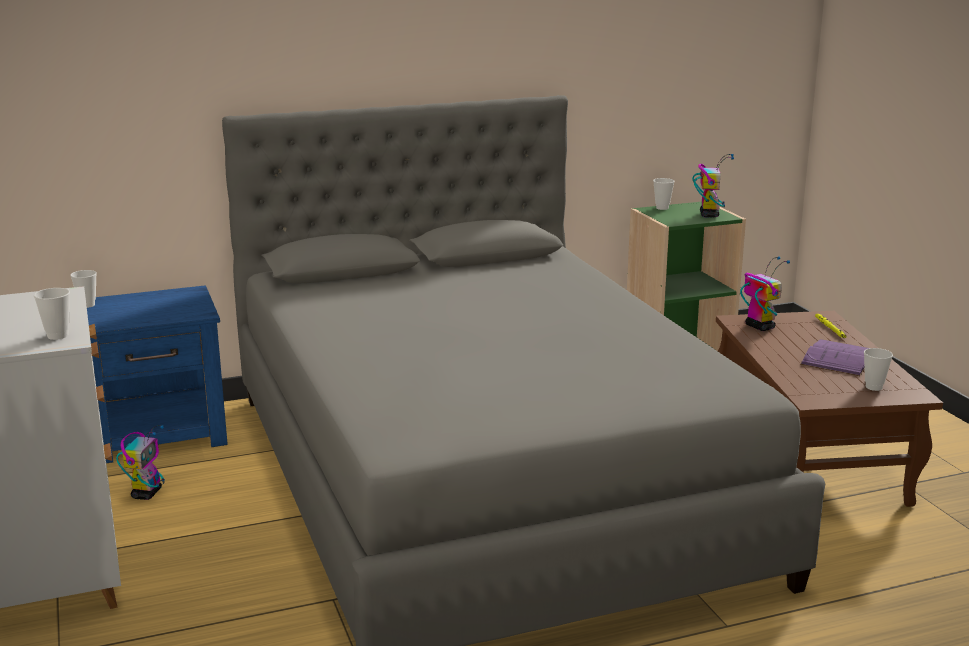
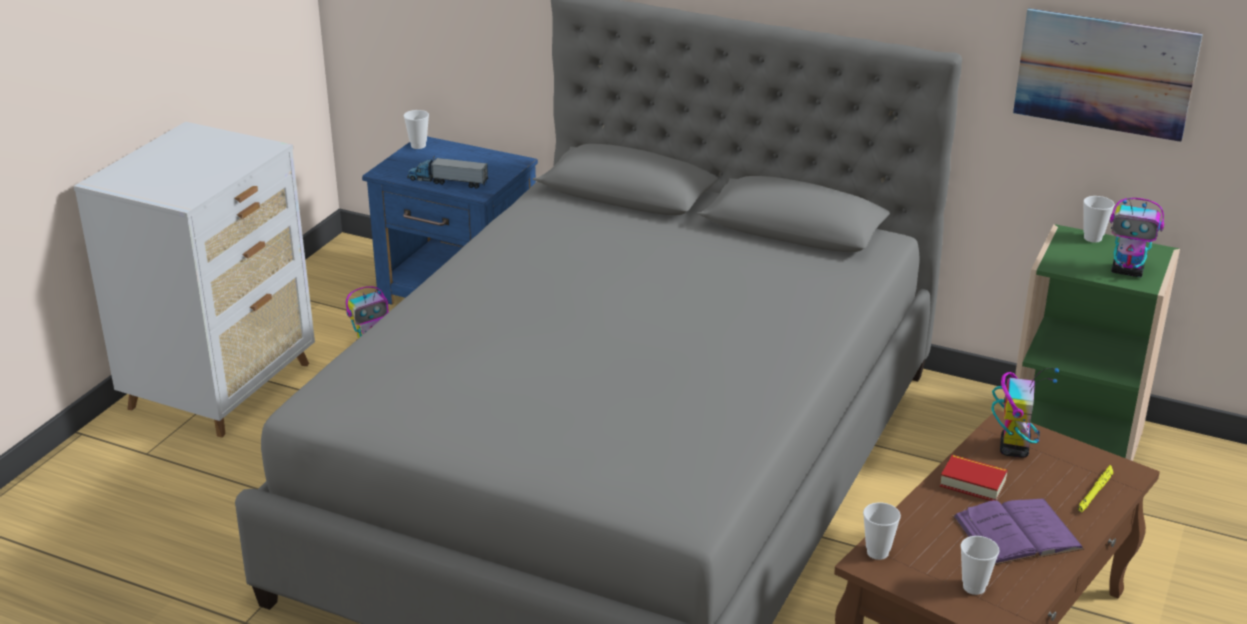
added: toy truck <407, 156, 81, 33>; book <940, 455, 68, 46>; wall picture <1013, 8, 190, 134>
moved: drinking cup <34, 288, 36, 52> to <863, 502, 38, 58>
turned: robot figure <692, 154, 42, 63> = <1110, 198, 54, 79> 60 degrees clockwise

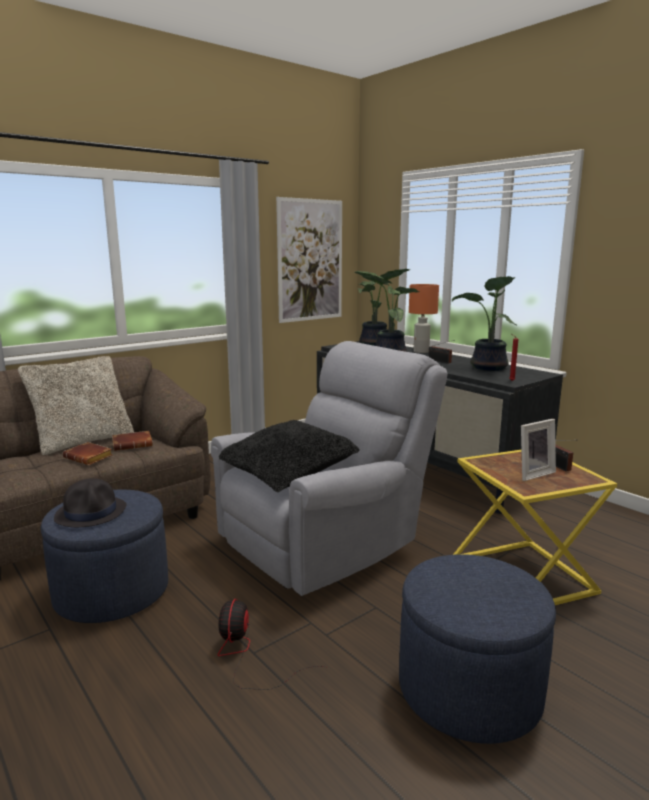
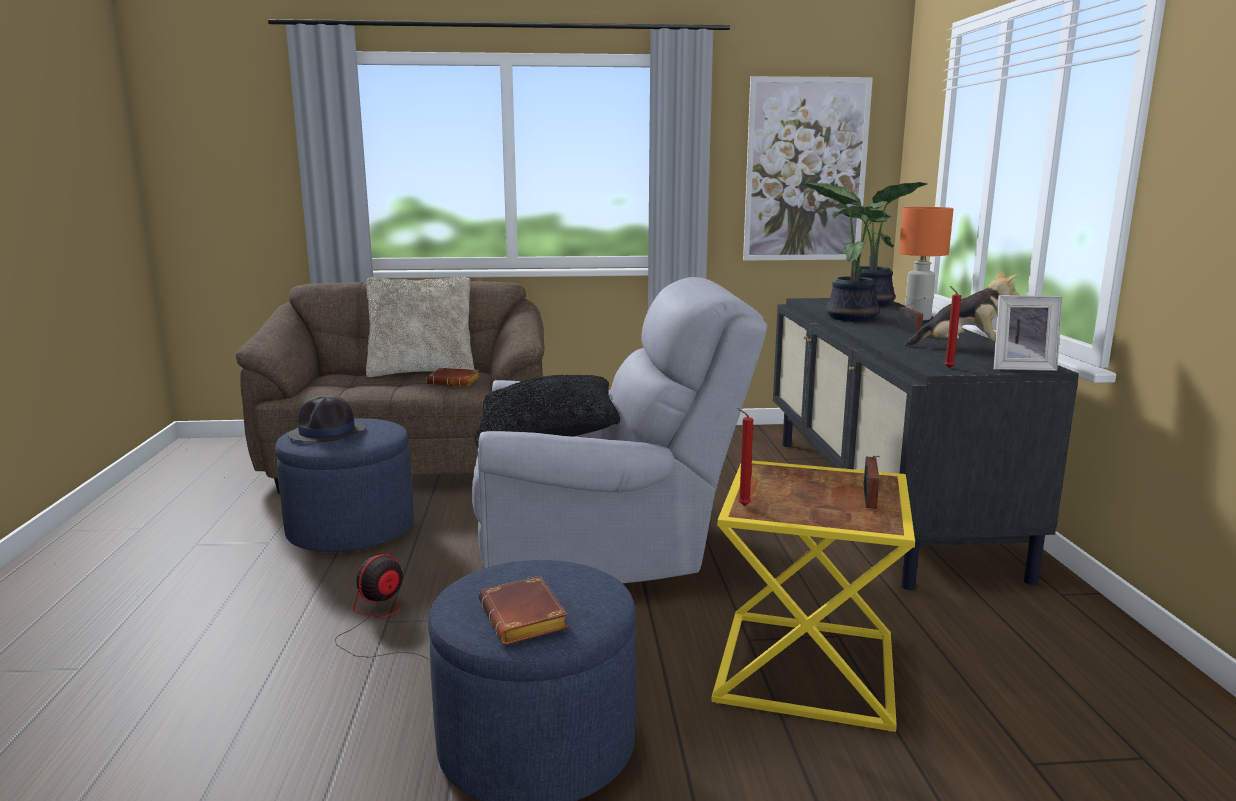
added: red-coloured wax light <737, 408, 16, 98>
moved: brownish book <63, 442, 50, 23> to <479, 576, 89, 69>; standing frame <521, 419, 35, 62> to <994, 295, 69, 76>
replaced: houseplant <452, 276, 65, 95> to cuddly toy <904, 269, 116, 77>

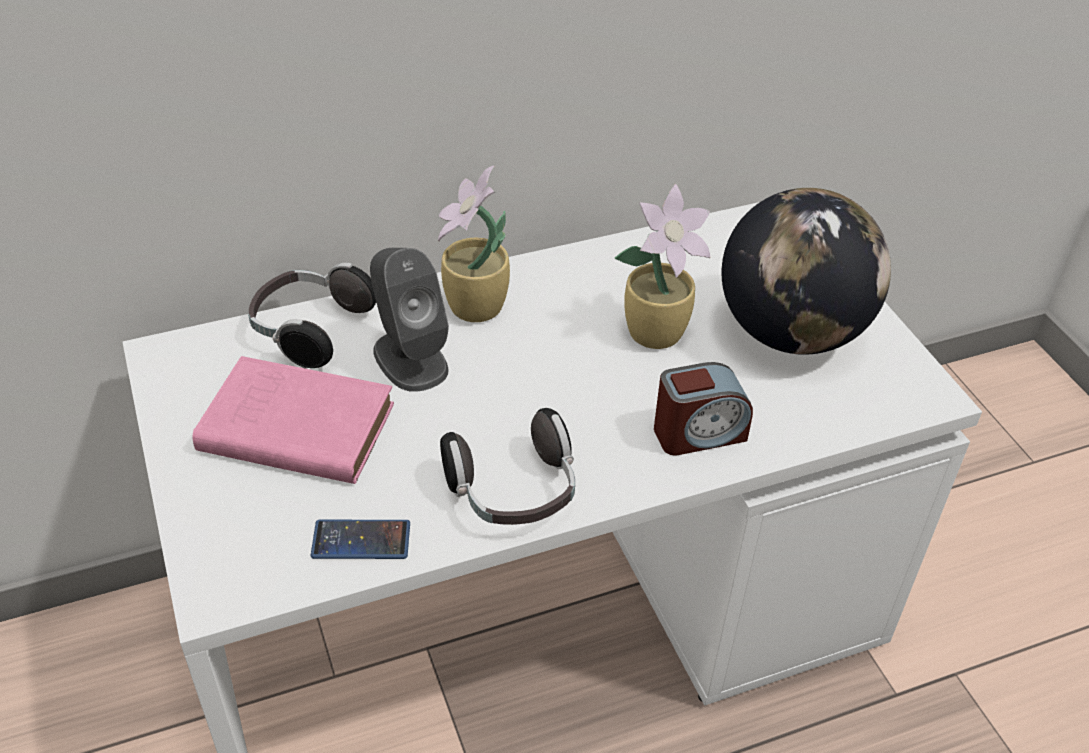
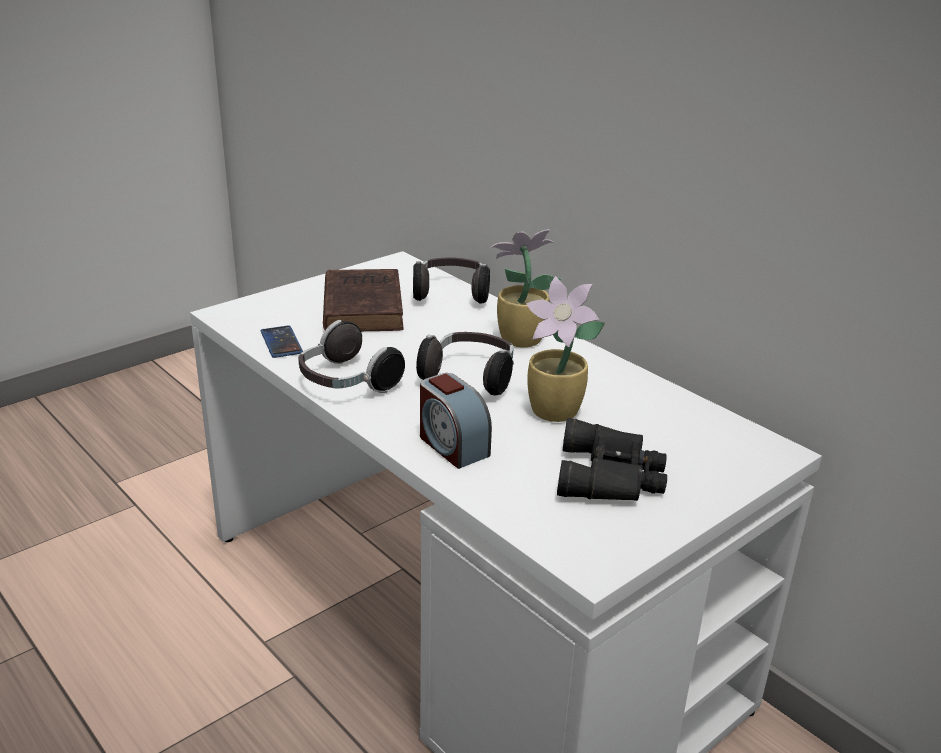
removed: grey loudspeaker <370, 248, 79, 144>
added: headset <416, 332, 98, 63>
replaced: desk globe <722, 188, 169, 167> to blackish field glasses <557, 418, 110, 83>
recoloured: pink book <193, 356, 201, 128> to brownish book <323, 269, 81, 62>

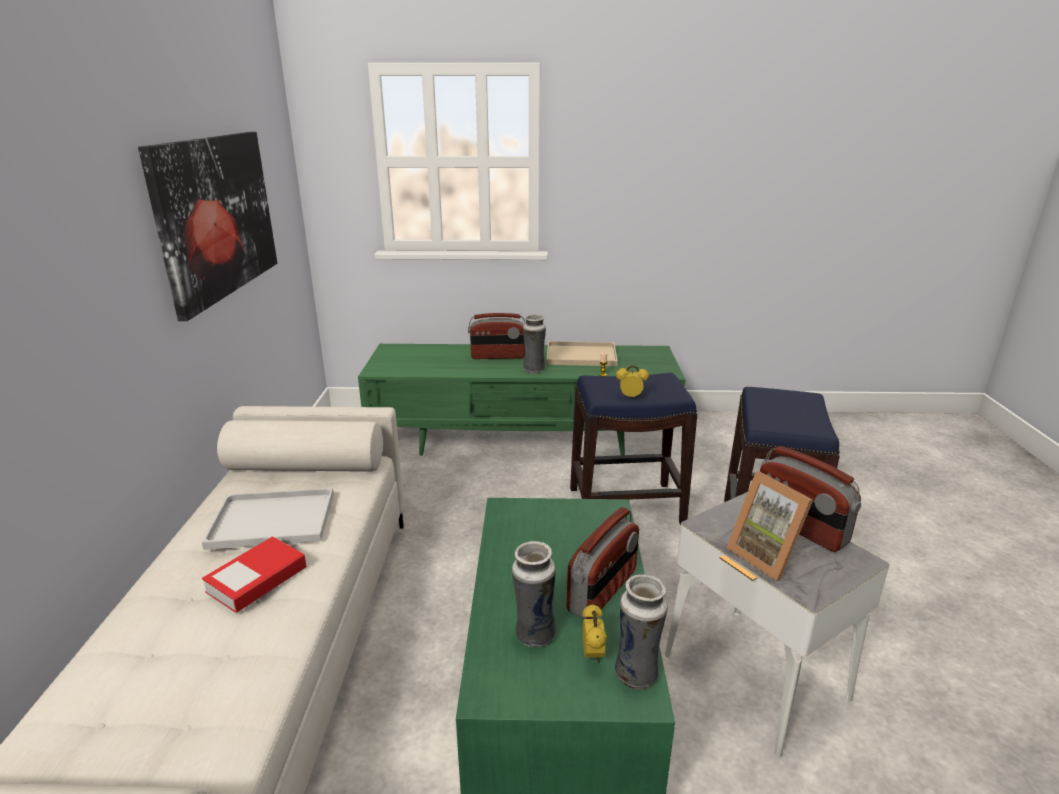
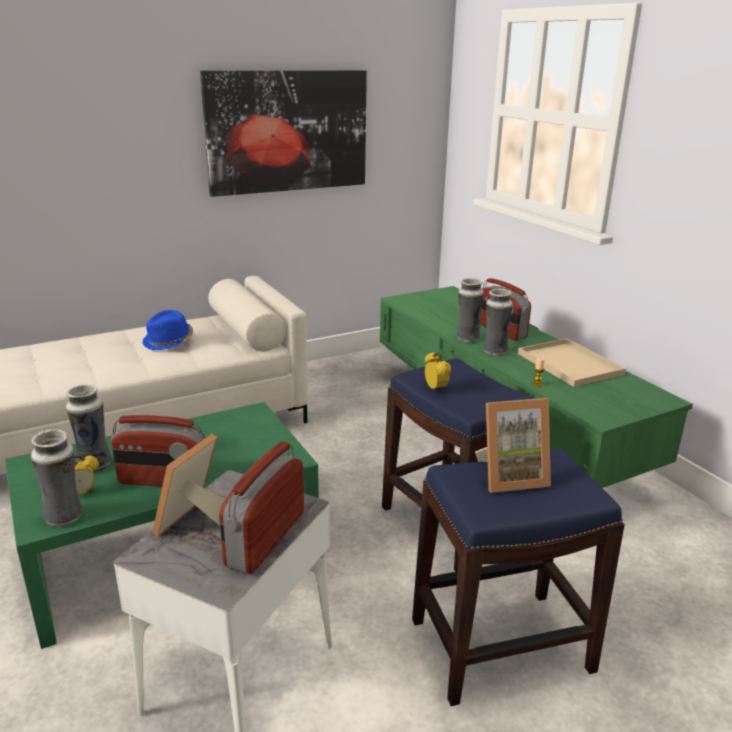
removed: book <202, 536, 105, 77>
added: vase <457, 278, 27, 64>; standing frame <475, 398, 76, 95>
replaced: white-coloured serving tray <202, 488, 132, 62> to bluish clothing hat <142, 310, 51, 41>

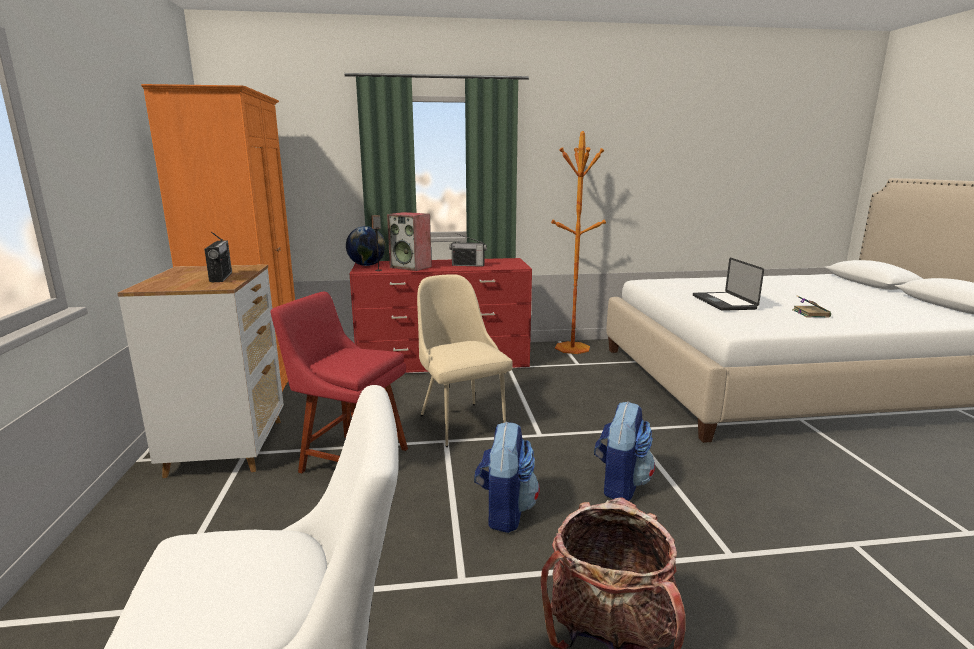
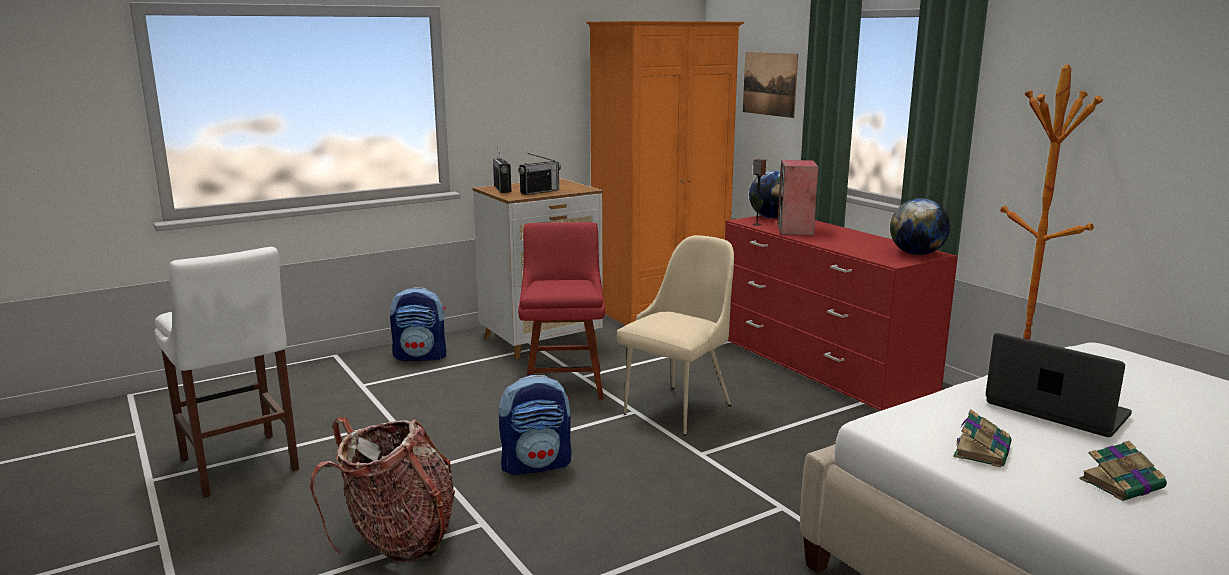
added: wall picture <743, 52, 55, 66>; desk globe <890, 198, 60, 57>; book <953, 409, 59, 58>
moved: rucksack <594, 401, 61, 100> to <390, 287, 56, 74>; radio set <449, 233, 38, 34> to <493, 147, 18, 46>
turned: portable computer <693, 258, 71, 53> = <986, 333, 146, 104> 75 degrees clockwise

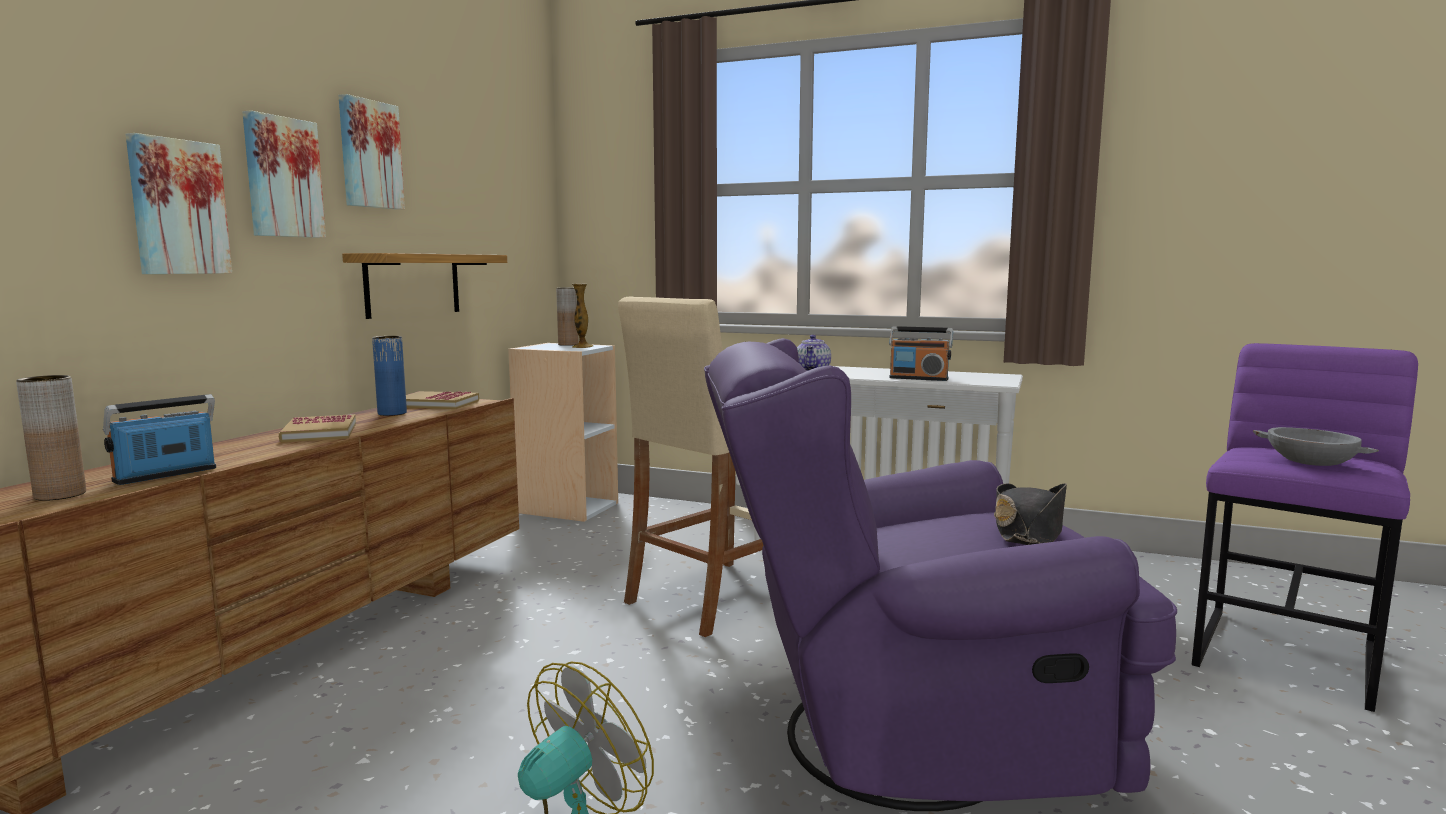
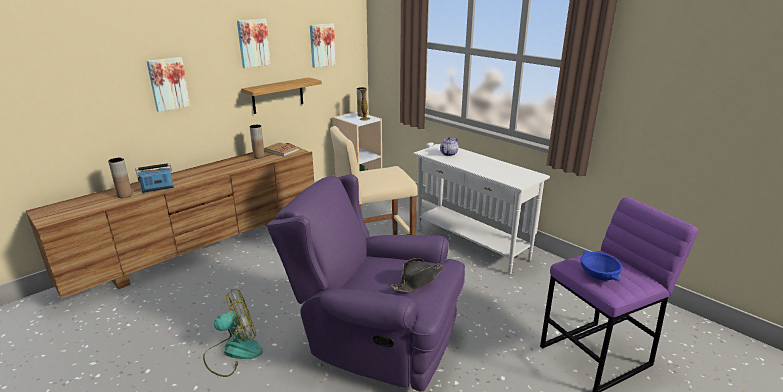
removed: book <279, 414, 77, 29>; radio set <889, 326, 64, 55>
moved: wall picture <242, 110, 84, 128> to <310, 23, 26, 45>
recoloured: bluish vase <372, 336, 35, 80> to brownish vase <250, 125, 15, 33>; grey serving bowl <1253, 427, 126, 39> to bluish serving bowl <581, 250, 42, 31>

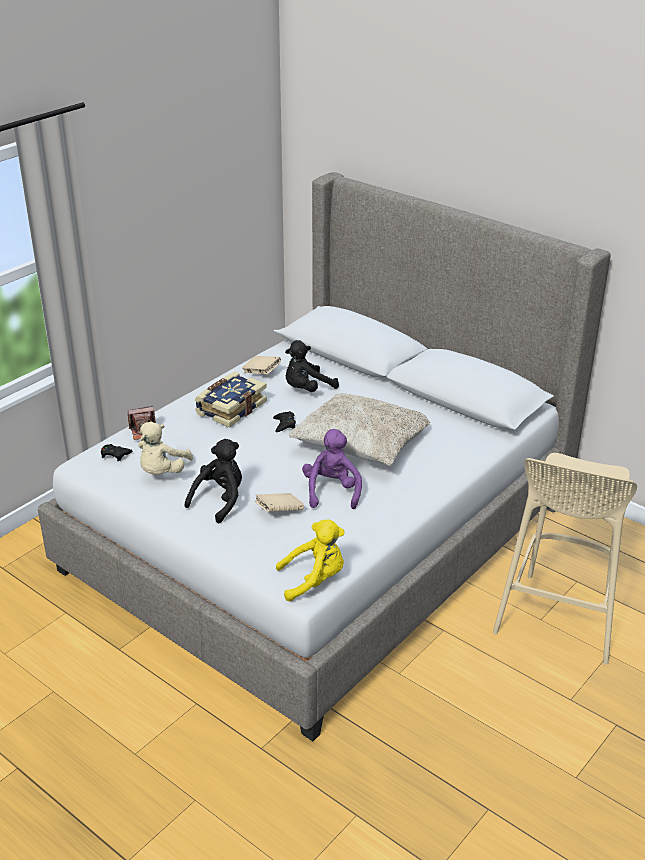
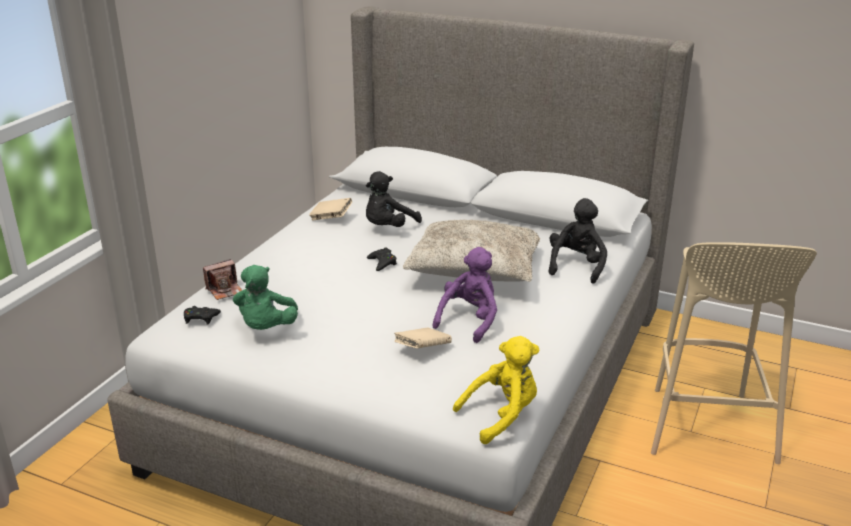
removed: book <195, 372, 72, 56>
moved: blackish cuddly toy <184, 439, 58, 84> to <549, 198, 58, 86>
recoloured: sand-coloured cuddly toy <138, 422, 55, 52> to green cuddly toy <233, 265, 65, 65>
turned: purple-coloured cuddly toy <302, 429, 60, 80> = <432, 247, 65, 96> 45 degrees clockwise

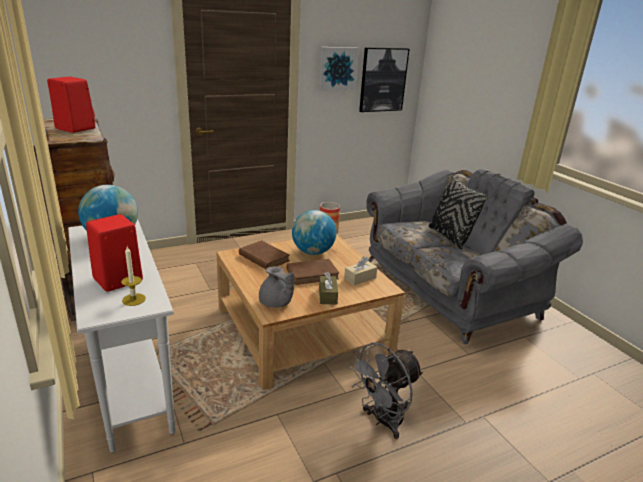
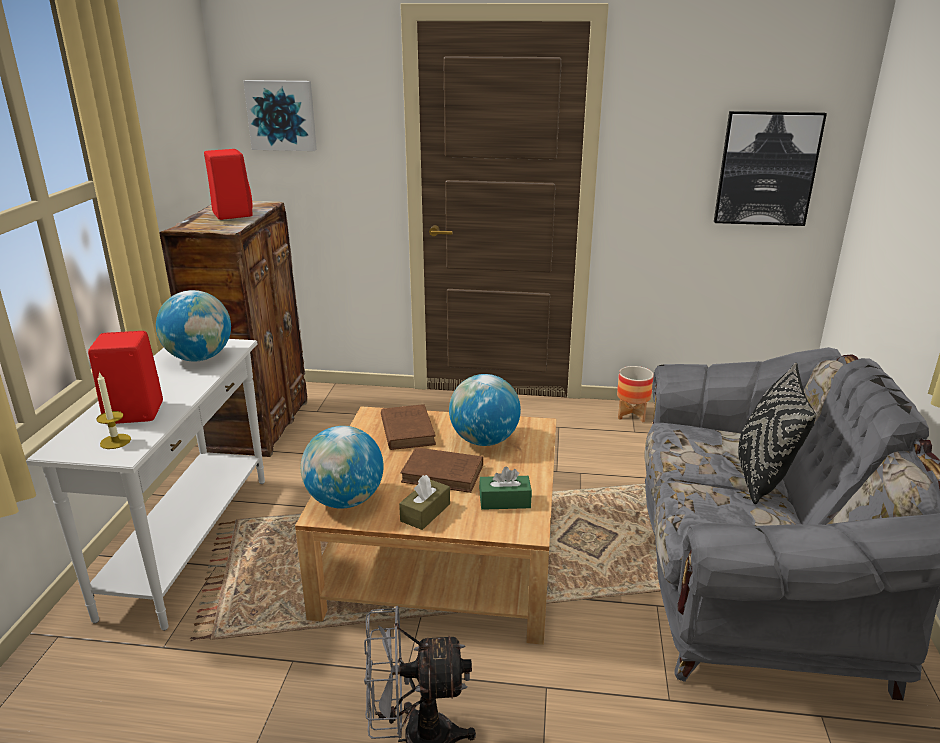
moved: wall picture <318, 47, 41, 44> to <243, 80, 74, 71>
replaced: grey tea pot <259, 266, 35, 42> to desk globe <301, 426, 83, 83>
recoloured: sand-coloured tissue box <344, 256, 33, 29> to green tissue box <479, 467, 53, 43>

